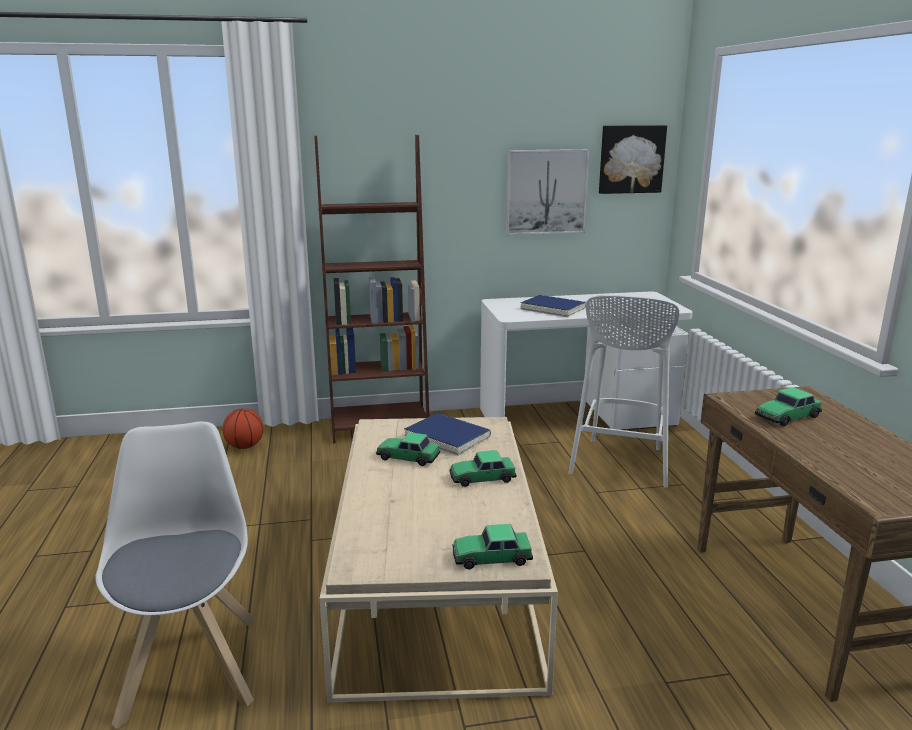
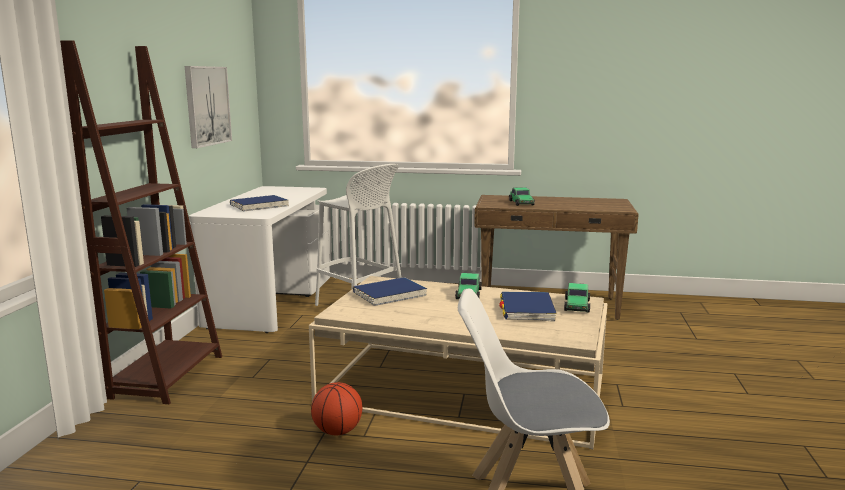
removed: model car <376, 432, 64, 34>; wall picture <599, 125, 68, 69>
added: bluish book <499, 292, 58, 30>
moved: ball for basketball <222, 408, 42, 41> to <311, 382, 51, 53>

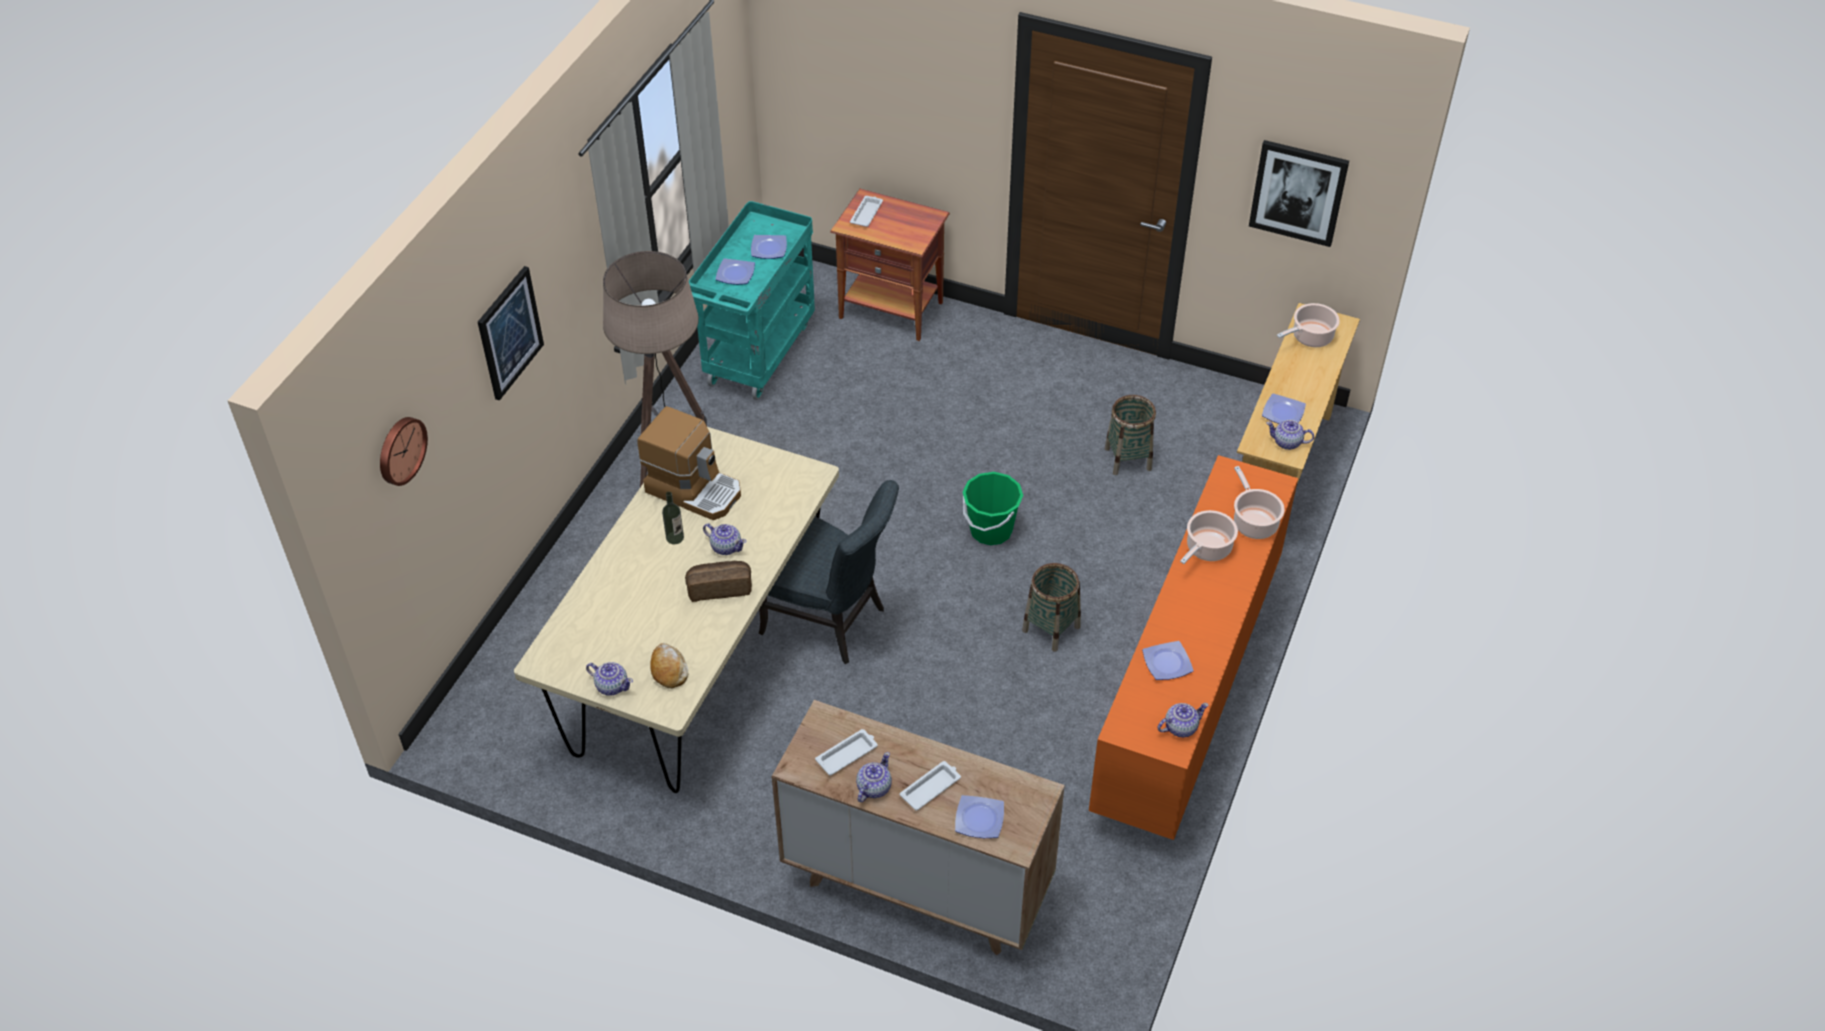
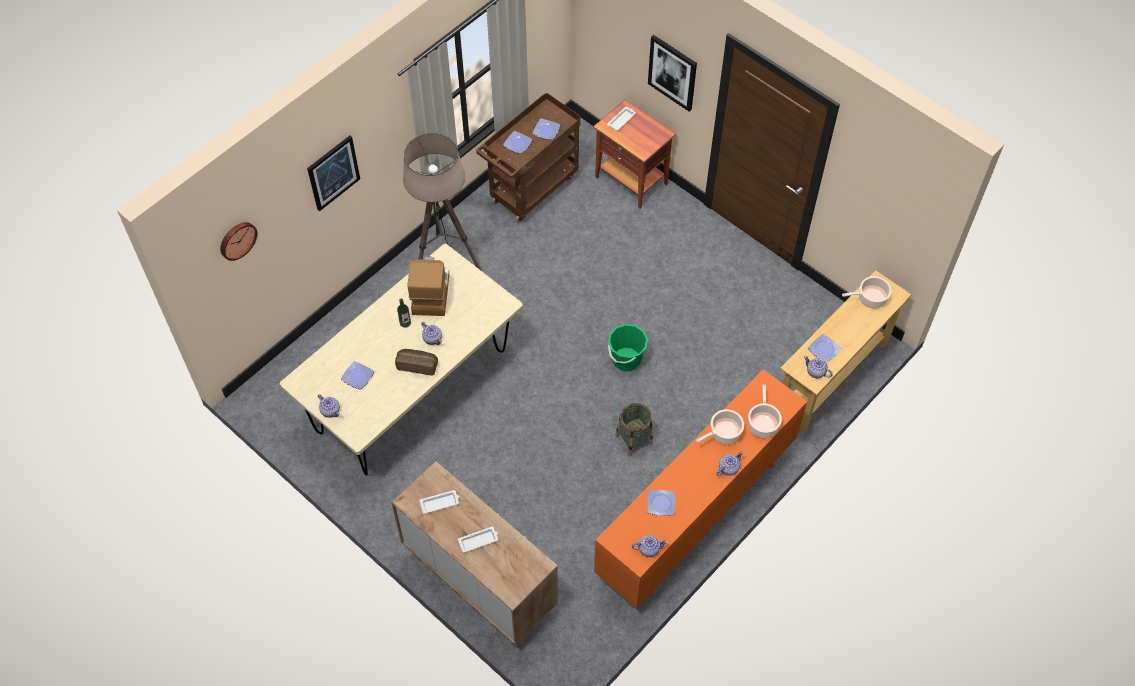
removed: baked bread <650, 643, 38, 45>; grey chair <759, 480, 140, 184>; storage basket <1105, 395, 51, 80>
moved: dinner plate <955, 795, 49, 43> to <341, 361, 33, 28>; wall picture <1249, 140, 100, 107> to <648, 35, 49, 77>; tea pot <856, 752, 36, 50> to <716, 451, 27, 25>
recoloured: turquoise-coloured trolley <689, 201, 126, 199> to brownish trolley <476, 93, 105, 130>
turned: coffee machine <637, 406, 104, 114> = <407, 256, 42, 60> 135 degrees counterclockwise

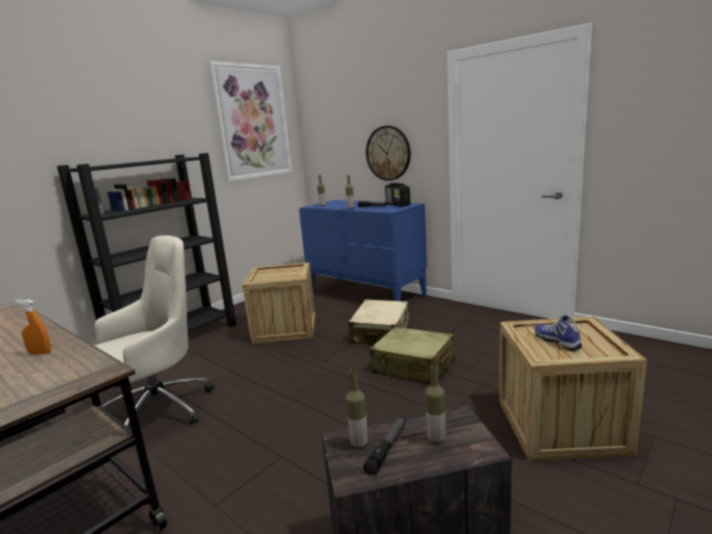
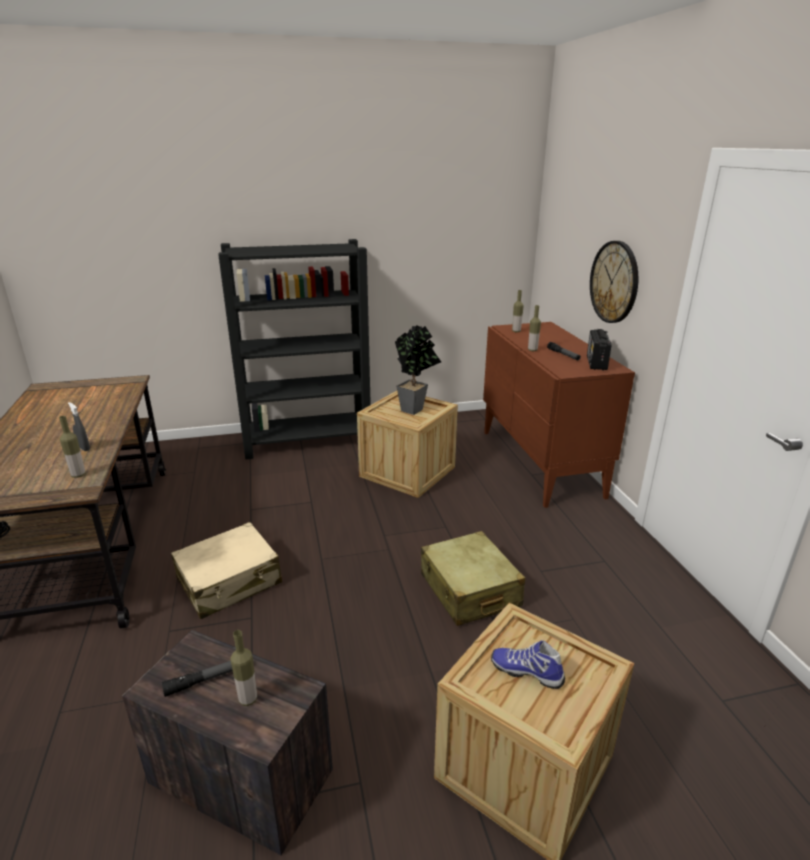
removed: sand-coloured office chair <94, 235, 120, 192>; wall picture <209, 61, 83, 120>
added: houseplant <395, 325, 46, 90>
moved: beverage bottle <345, 369, 23, 80> to <59, 416, 27, 62>; sand-coloured travel case <349, 300, 60, 45> to <171, 522, 111, 97>
recoloured: orange-coloured hand sprayer <15, 300, 36, 54> to grey hand sprayer <68, 402, 22, 49>; bluish cabinet <299, 200, 128, 101> to brownish cabinet <483, 322, 152, 186>
turned: shoe <535, 315, 47, 36> = <491, 640, 74, 49> 75 degrees counterclockwise

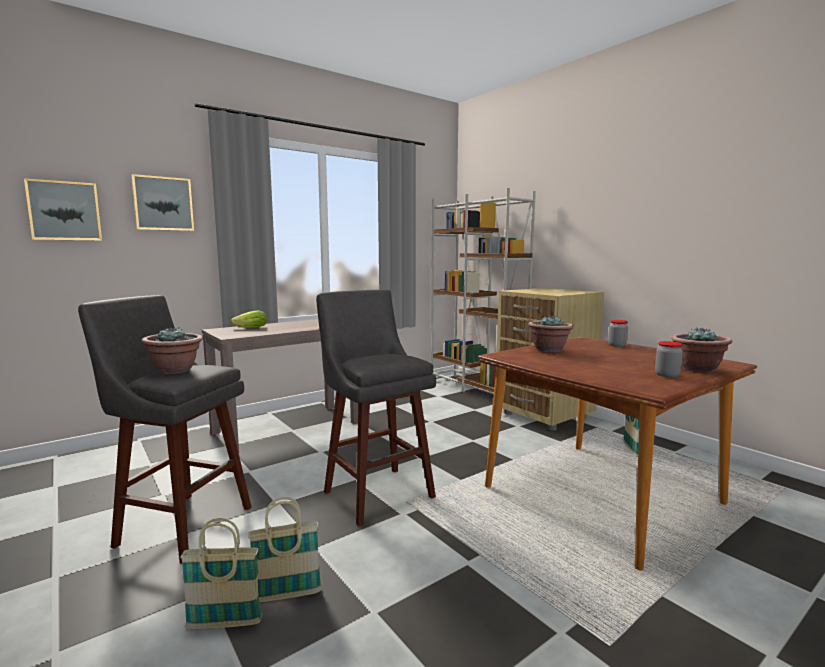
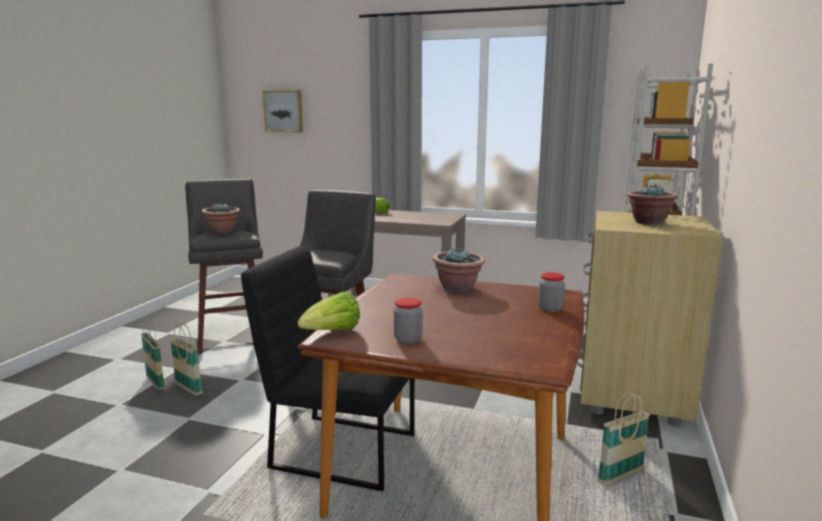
removed: wall picture <131, 174, 63, 57>
added: blackish chair <241, 246, 174, 245>; lettuce head <298, 292, 62, 38>
moved: houseplant <671, 328, 61, 45> to <627, 184, 51, 41>

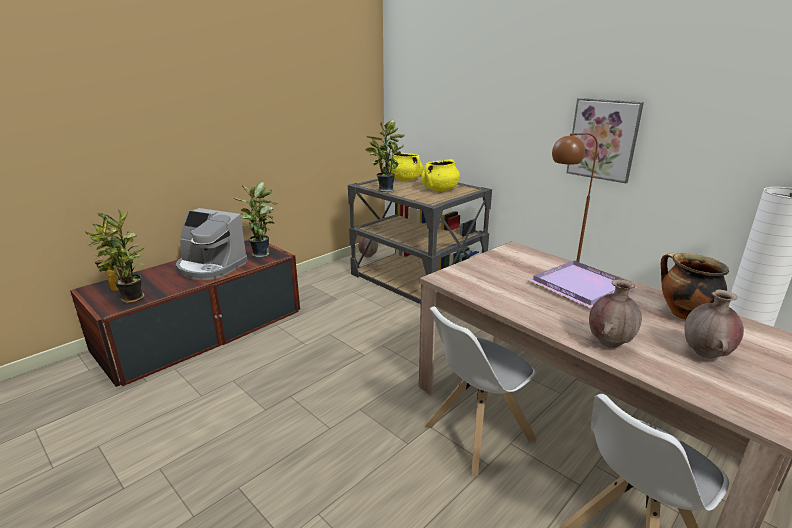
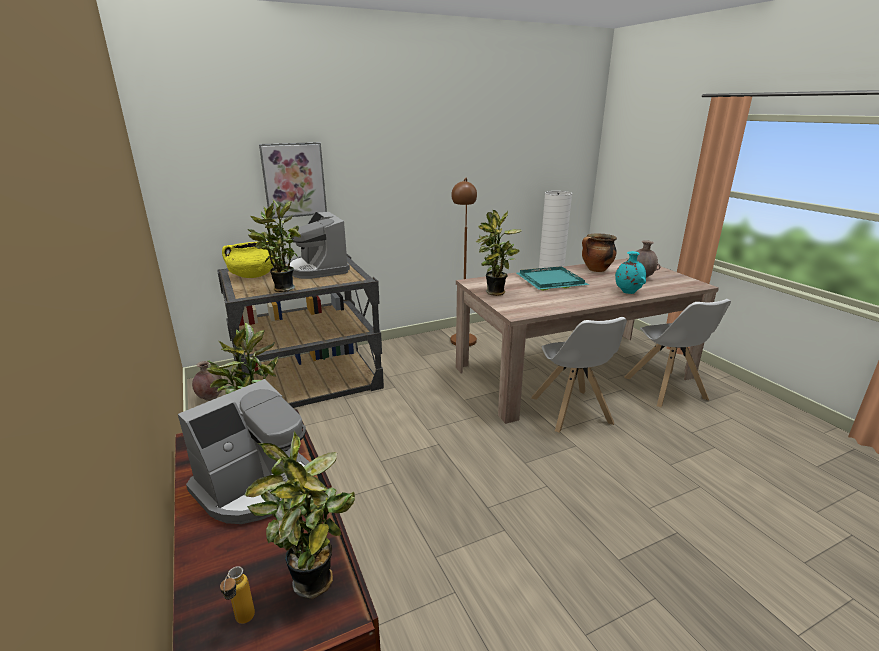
added: houseplant <475, 209, 47, 87>
moved: wall picture <566, 98, 78, 85> to <259, 142, 68, 77>
replaced: yellow stockpot <421, 159, 39, 32> to coffee machine <286, 212, 64, 67>
recoloured: purple-coloured serving tray <527, 261, 110, 47> to turquoise-coloured serving tray <517, 266, 72, 25>; brownish vase <589, 280, 53, 68> to turquoise-coloured vase <615, 251, 31, 43>

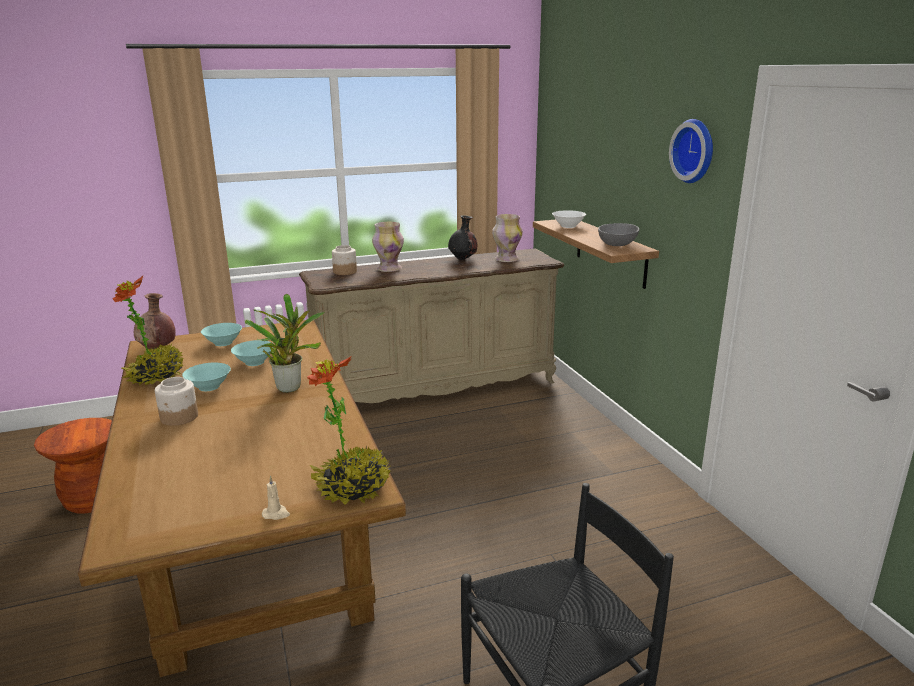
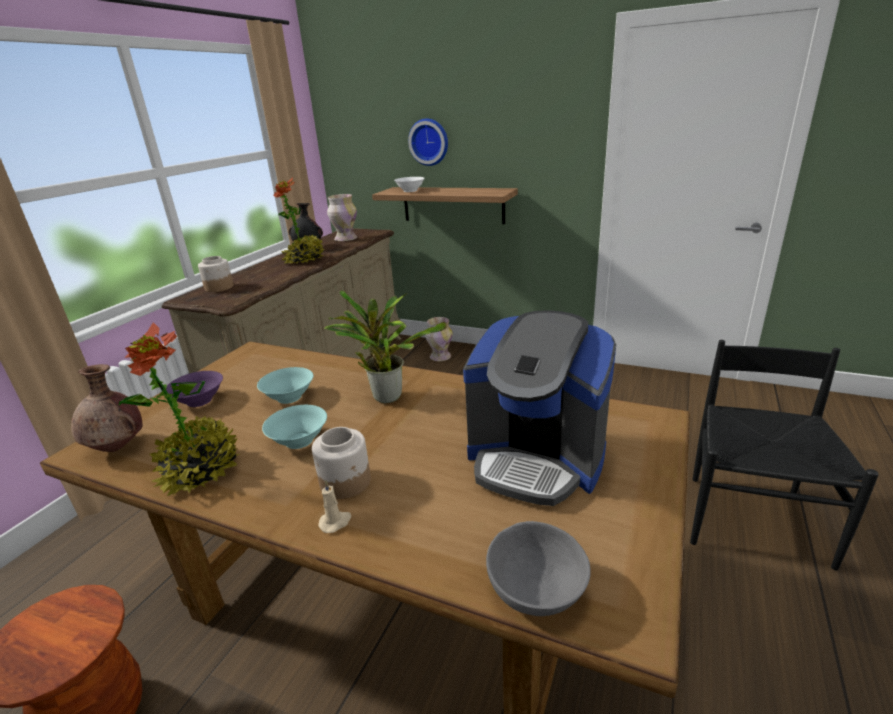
added: coffee machine <463, 310, 153, 196>
moved: houseplant <307, 357, 84, 148> to <274, 177, 51, 87>; sand-coloured wax light <262, 475, 28, 45> to <318, 480, 33, 53>; wall clock <669, 119, 44, 64> to <408, 118, 40, 48>; vase <372, 222, 32, 50> to <425, 317, 28, 44>; grey serving bowl <598, 223, 42, 23> to <486, 521, 105, 95>
recoloured: turquoise-coloured serving bowl <201, 323, 41, 23> to purple-coloured serving bowl <166, 371, 57, 36>

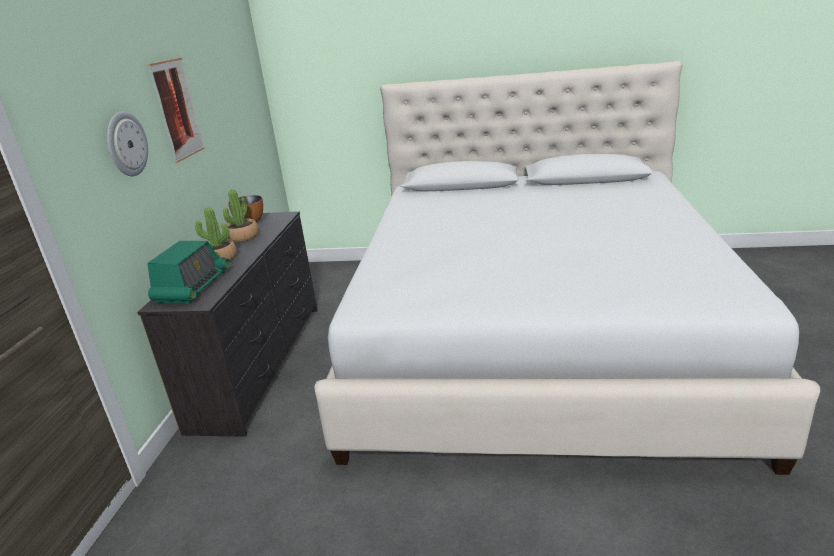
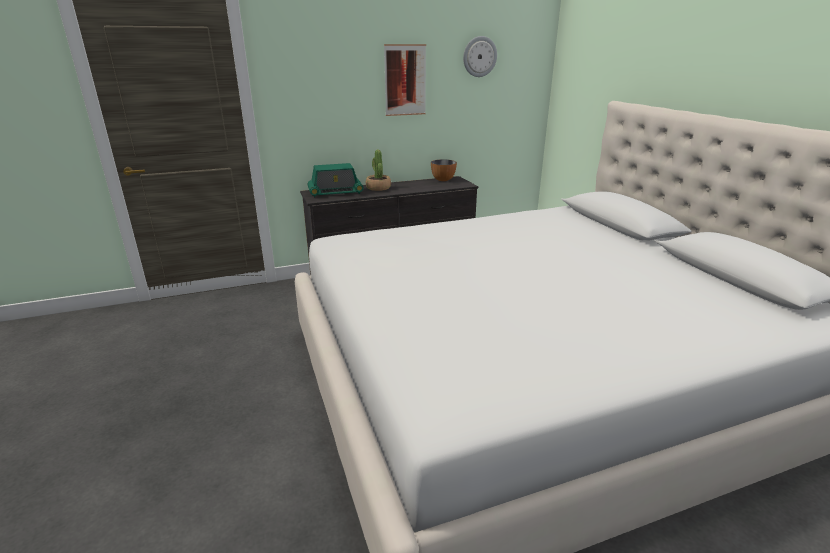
removed: houseplant <223, 189, 36, 53>
moved: wall clock <107, 111, 41, 65> to <463, 36, 34, 41>

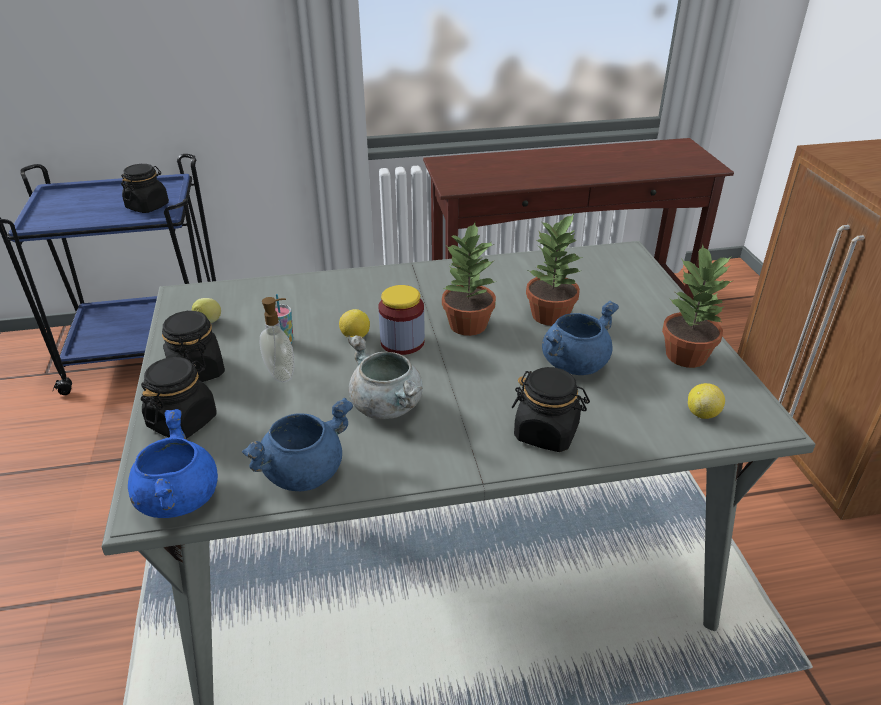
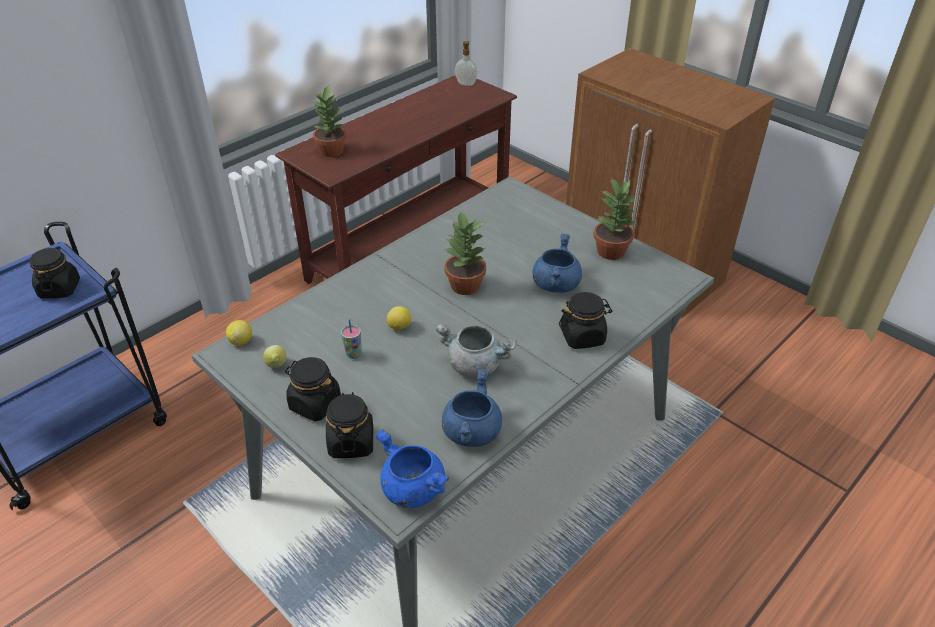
removed: jar <378, 285, 47, 70>
moved: lemon <688, 383, 37, 36> to <226, 320, 26, 26>; houseplant <526, 214, 56, 112> to <311, 85, 35, 72>; liquid soap bottle <259, 297, 35, 85> to <455, 41, 23, 45>

